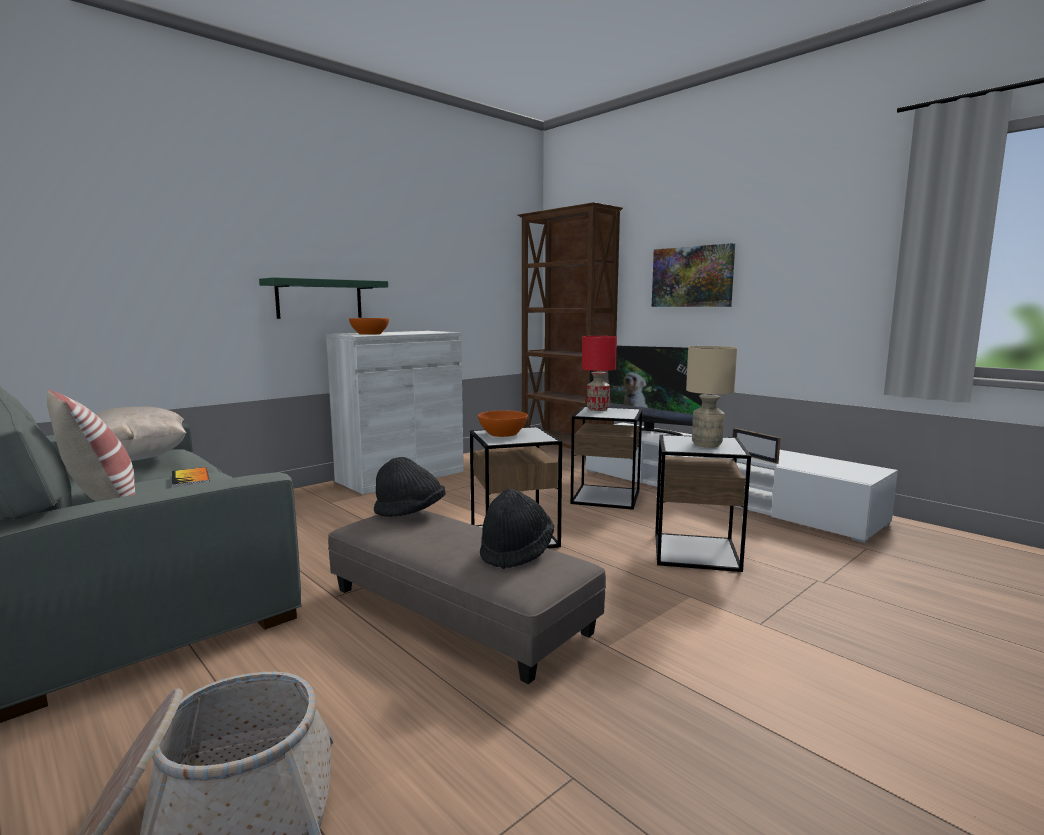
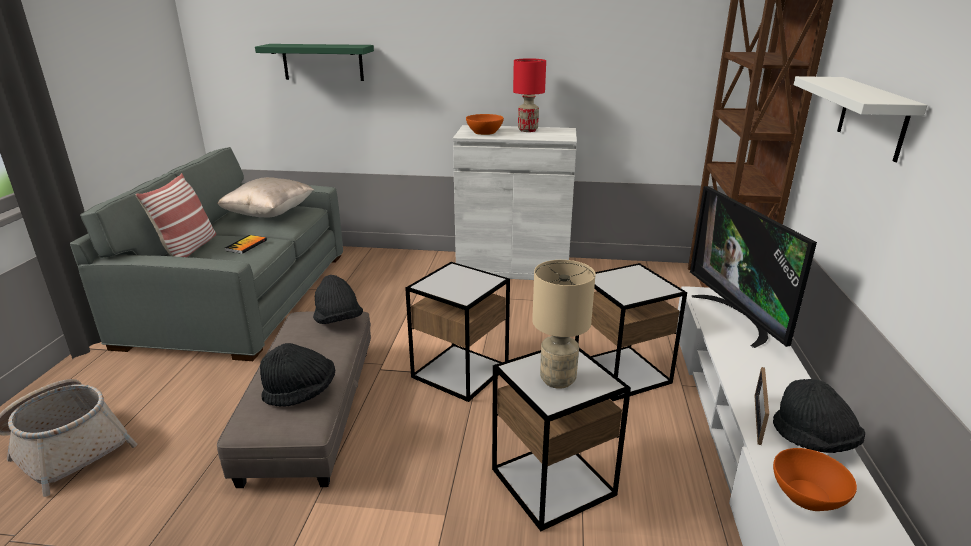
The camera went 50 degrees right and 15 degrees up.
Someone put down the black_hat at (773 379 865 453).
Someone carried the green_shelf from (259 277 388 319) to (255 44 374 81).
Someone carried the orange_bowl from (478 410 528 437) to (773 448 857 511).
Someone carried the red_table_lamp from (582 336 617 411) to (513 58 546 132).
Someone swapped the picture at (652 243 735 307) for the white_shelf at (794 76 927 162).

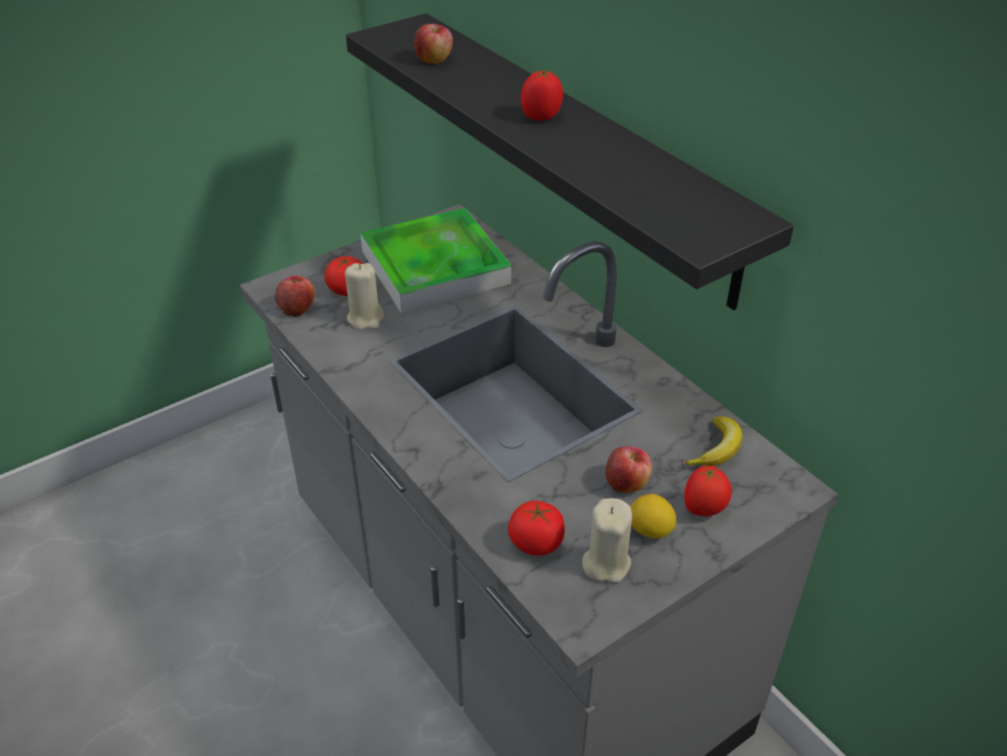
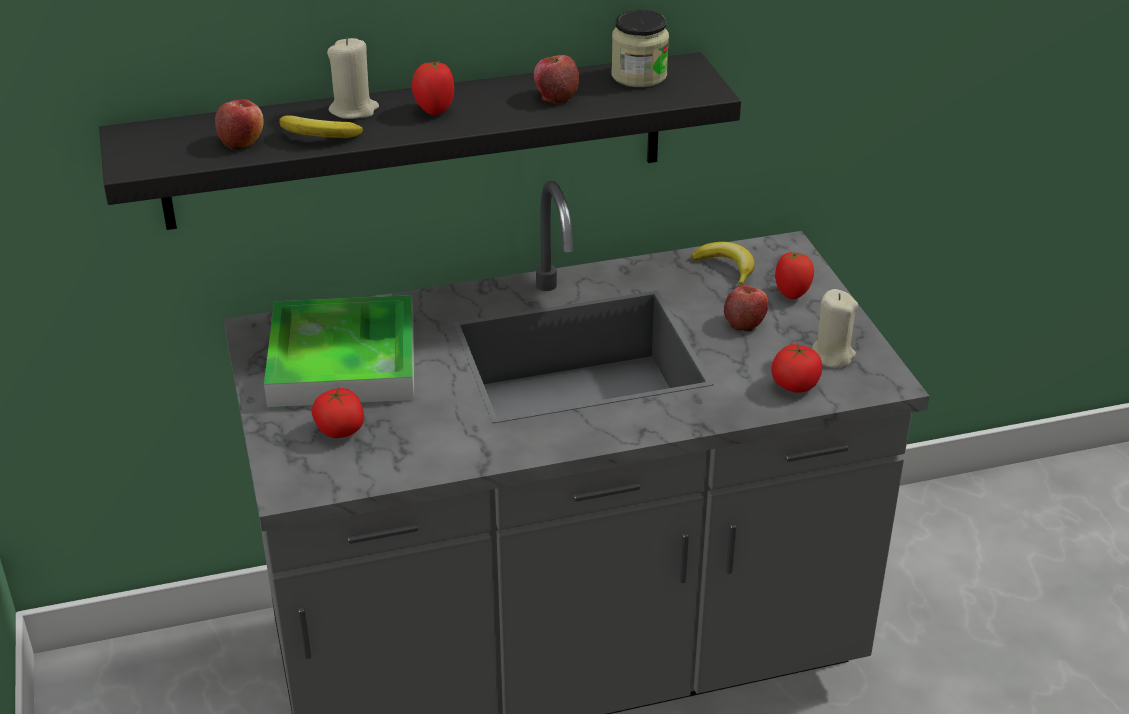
The camera went 70 degrees left and 5 degrees down.
Someone took away the lemon at (631 494 676 539).
Someone put down the banana at (279 115 363 138).
Someone put down the jar at (611 10 669 87).
Someone carried the apple from (275 276 315 317) to (534 55 579 104).
Someone carried the beige_candle from (345 263 384 330) to (327 38 379 119).

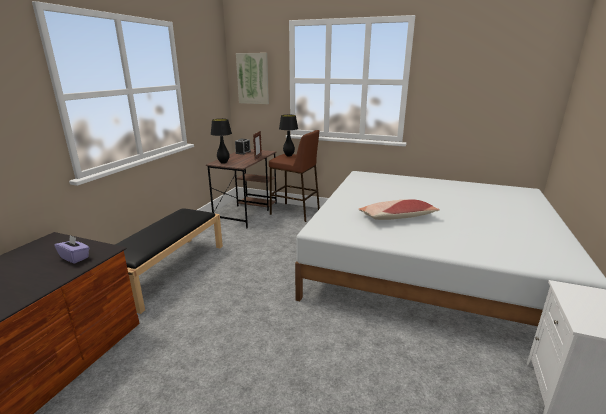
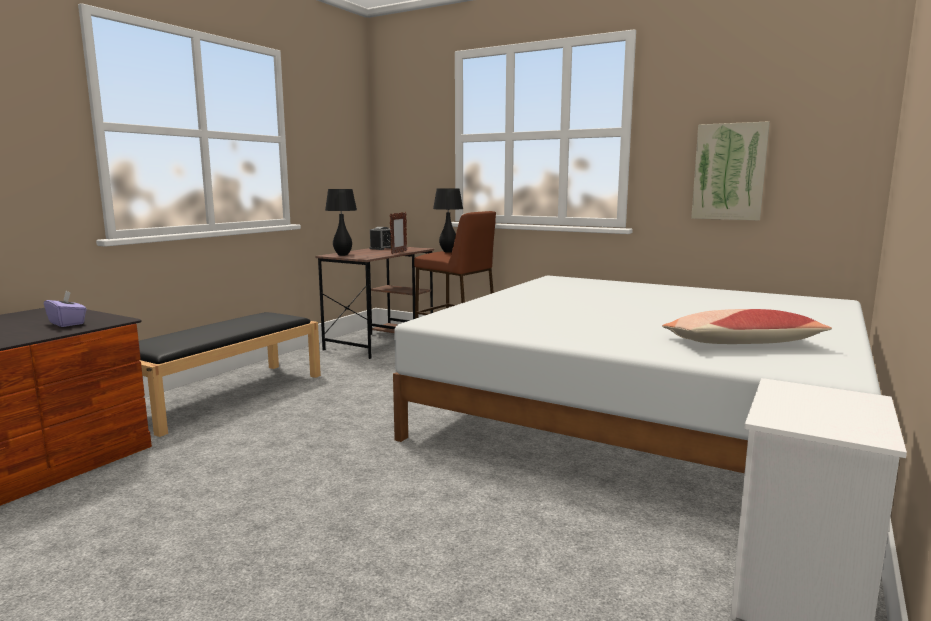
The camera went 10 degrees right and 10 degrees down.
Someone carried the picture from (236 53 269 104) to (691 121 770 221).
Someone carried the pillow from (358 199 440 220) to (662 309 832 344).

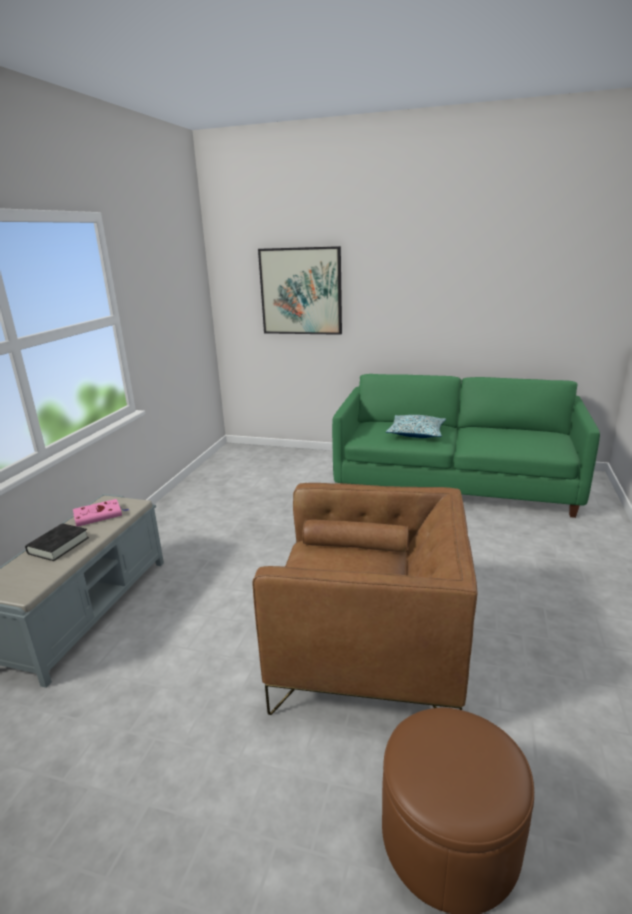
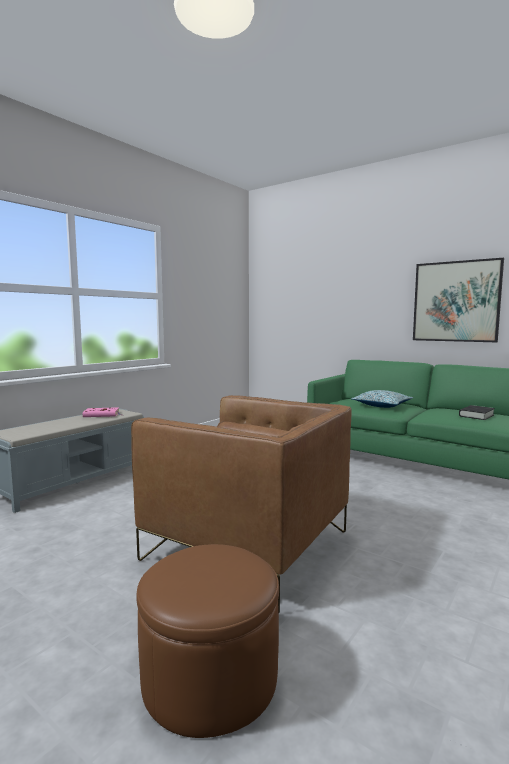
The camera went 20 degrees right and 15 degrees down.
Someone carried the black_book from (25 523 89 561) to (459 405 495 420).
Someone carried the picture from (258 246 342 335) to (413 258 504 342).

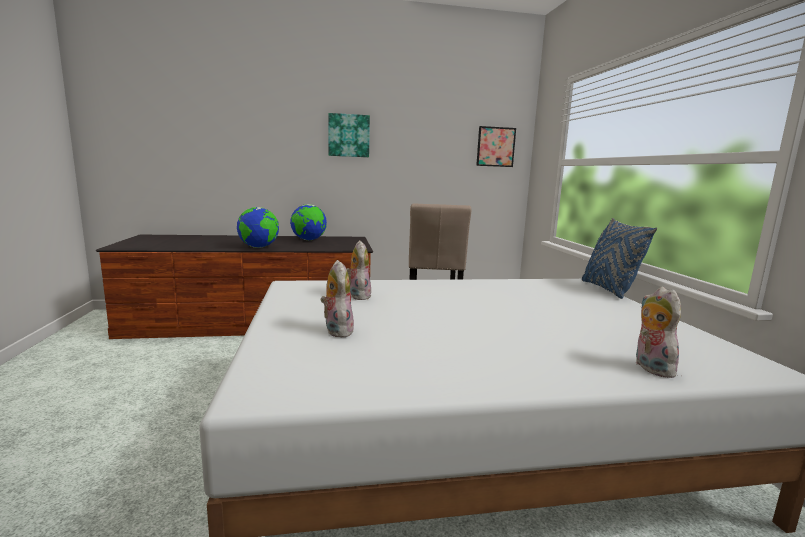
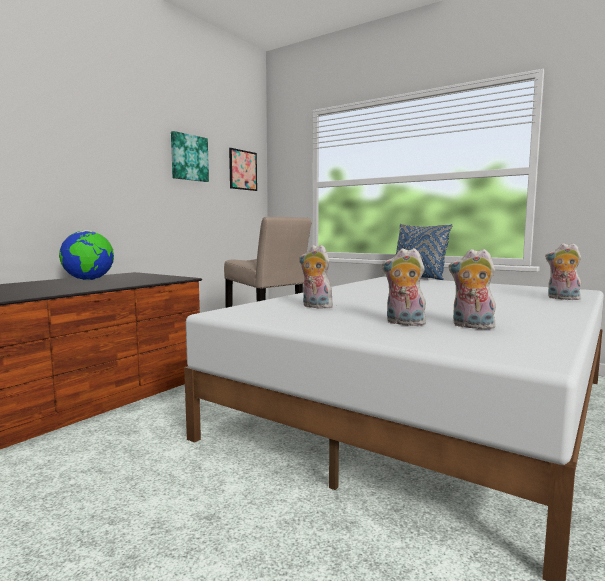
The camera went 45 degrees left and 5 degrees down.
Someone took away the globe at (237 207 279 248).
Someone put down the plush_toy at (449 249 496 329).
Someone carried the picture from (328 113 370 157) to (171 131 209 182).

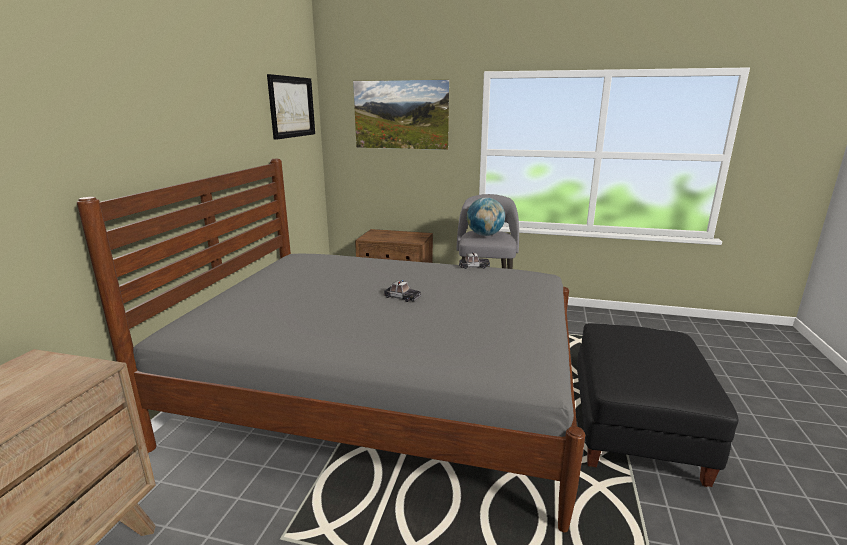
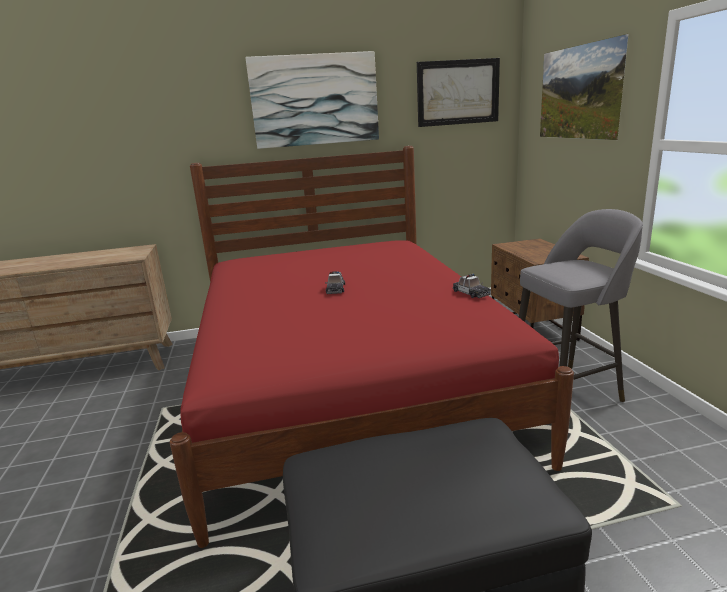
The camera went 65 degrees right and 0 degrees up.
Someone took away the globe at (467 198 505 236).
Someone put up the picture at (245 51 379 149).
Someone repainted the grey_bed at (77 159 585 533), which became the red_bed at (170 146 574 548).

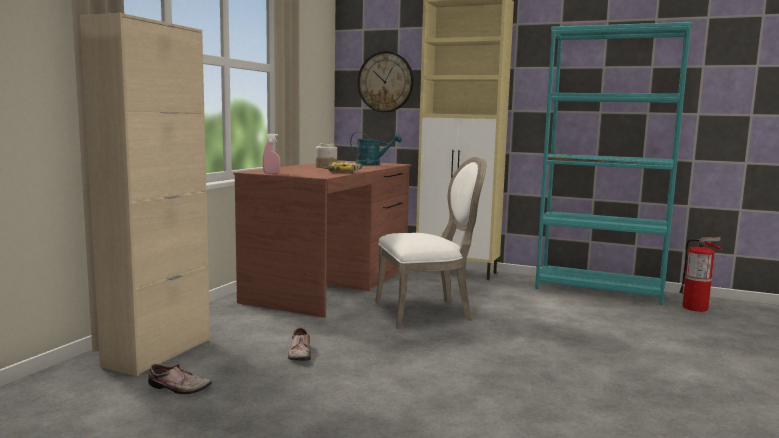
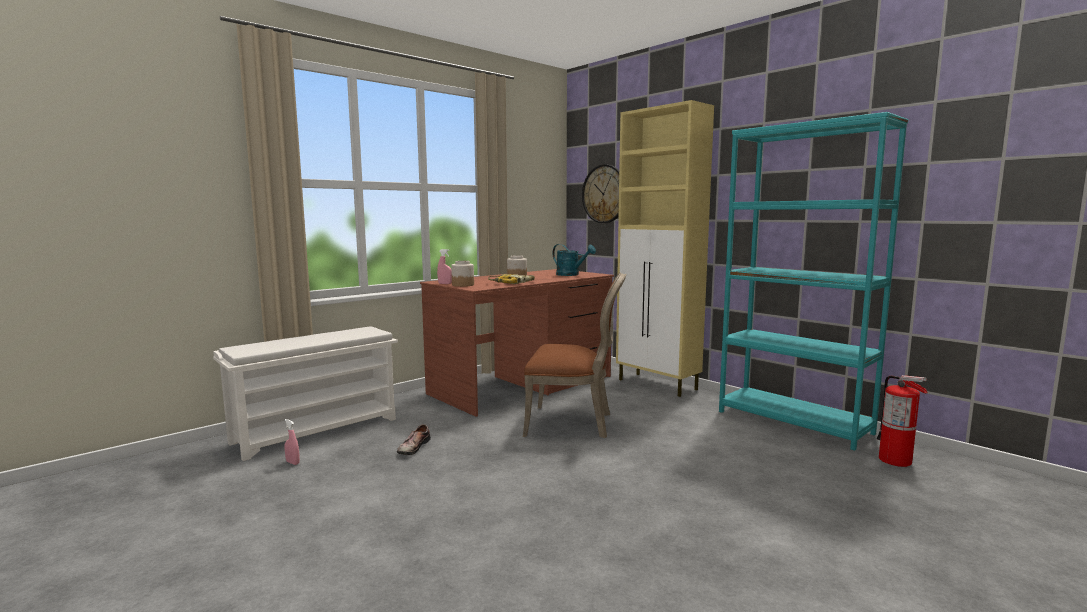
The camera went 25 degrees right and 0 degrees up.
Someone put down the jar at (451 261 474 287).
Someone swapped the beige_cabinet at (80 13 210 376) for the white_shoe_rack at (213 326 398 461).
Someone swapped the shoe at (148 364 212 394) for the pink_spray_bottle at (284 419 300 465).
Someone repainted the white_chair at (375 157 486 329), which became the brown_chair at (523 272 626 438).

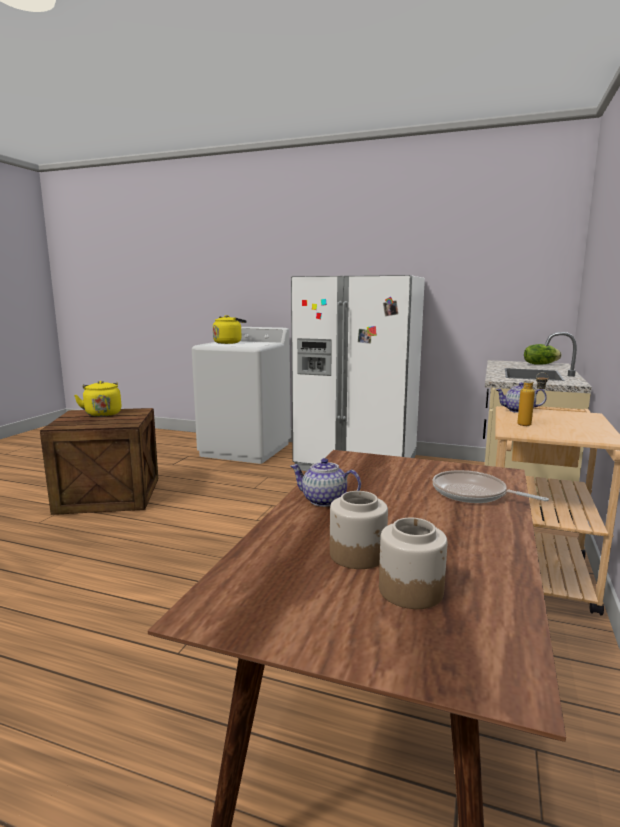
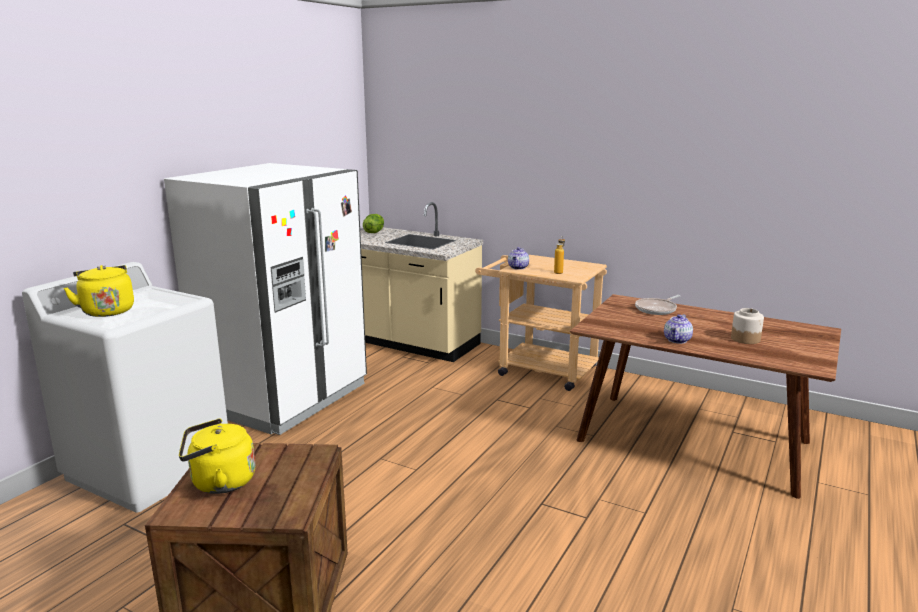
The camera went 80 degrees left and 5 degrees up.
Someone took away the jar at (379 518 447 609).

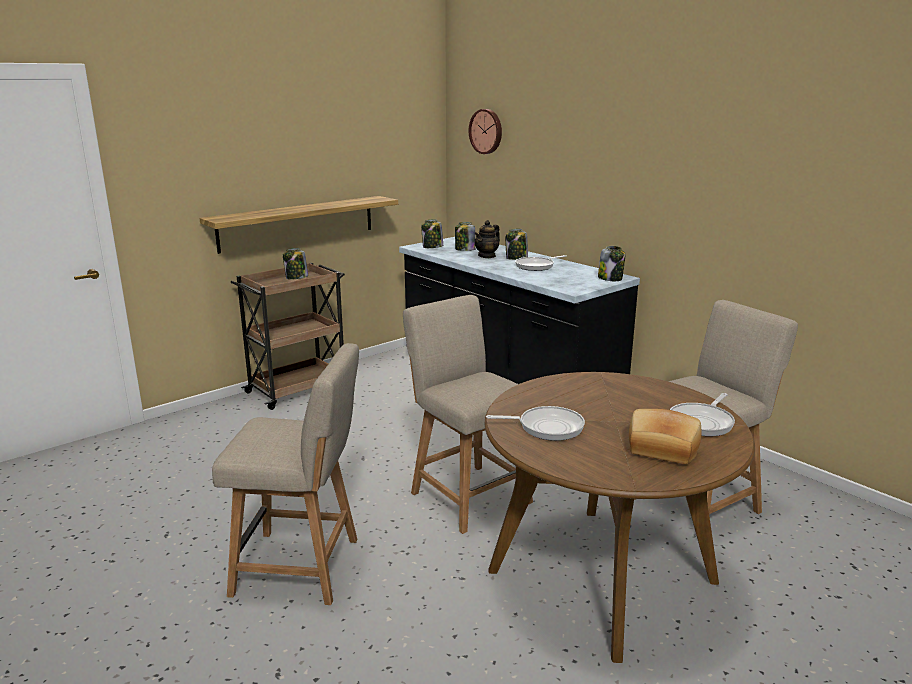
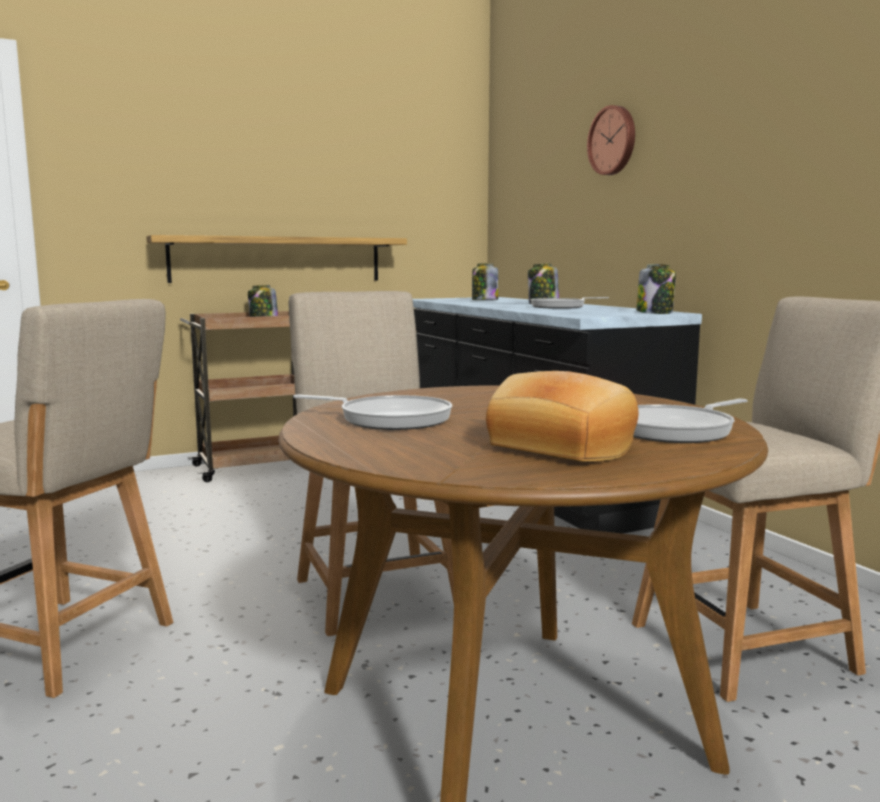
The camera went 15 degrees right and 10 degrees down.
Someone took away the jar at (421 219 443 248).
Someone took away the teapot at (474 220 500 258).
Someone carried the wall_clock from (469 109 502 154) to (587 105 635 175).

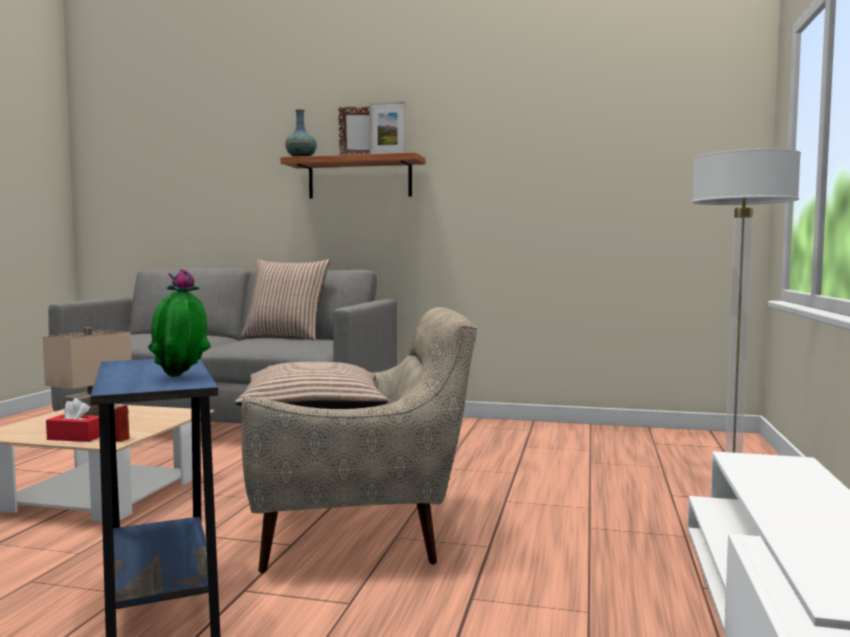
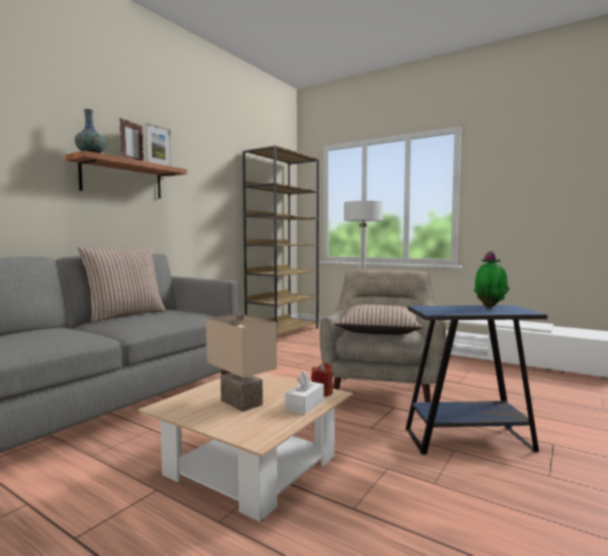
The camera went 70 degrees left and 0 degrees up.
Someone put down the brown_bookcase at (243 145 319 335).
Someone repainted the red_tissue_box at (46 398 100 442), which became the white_tissue_box at (285 371 324 415).

